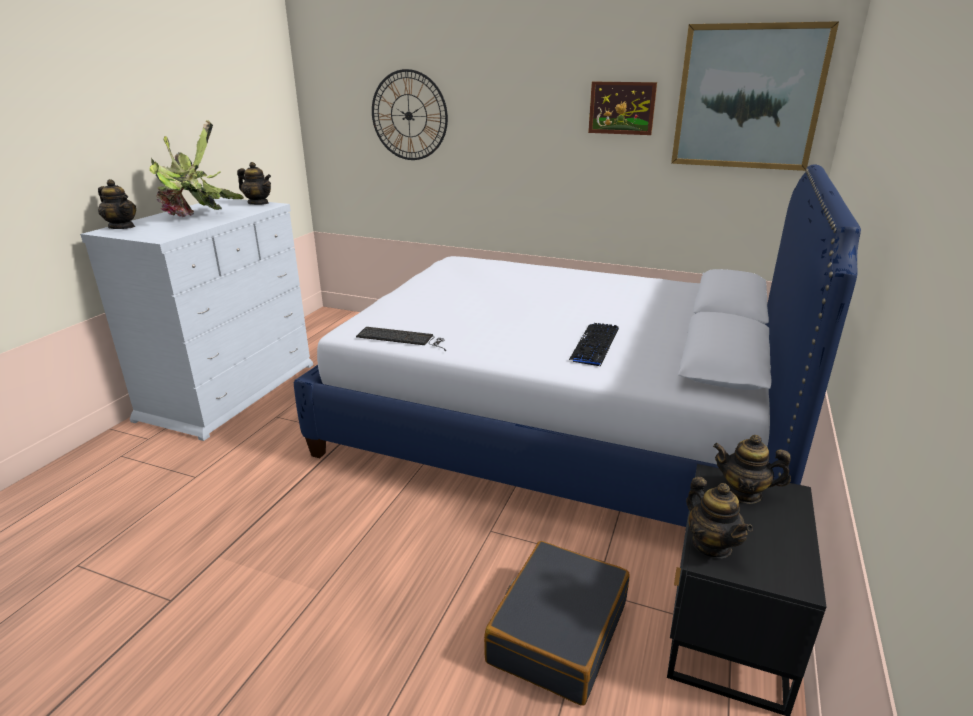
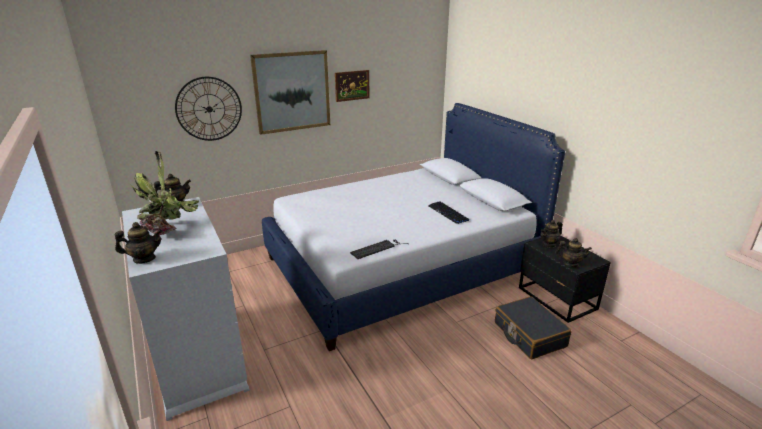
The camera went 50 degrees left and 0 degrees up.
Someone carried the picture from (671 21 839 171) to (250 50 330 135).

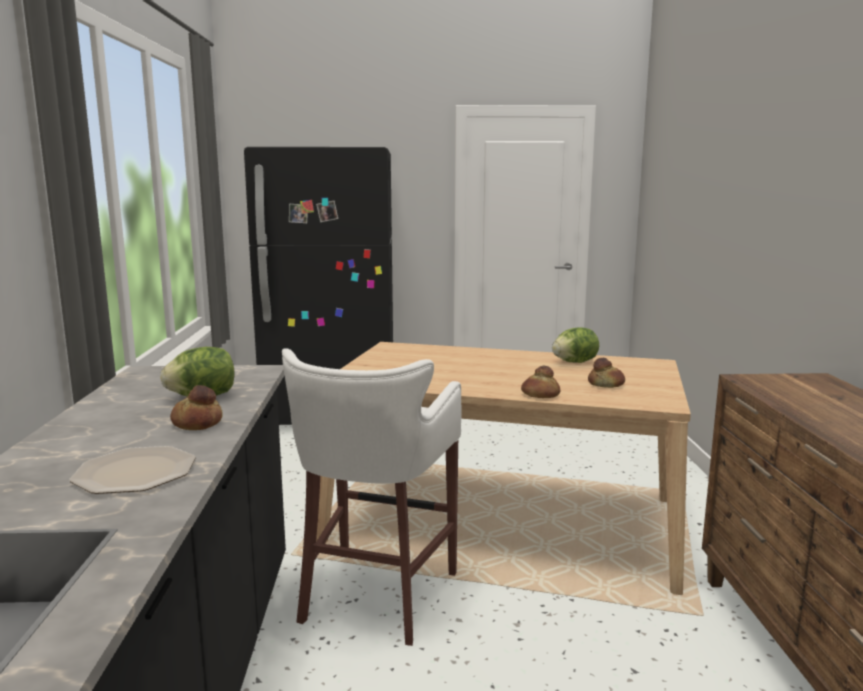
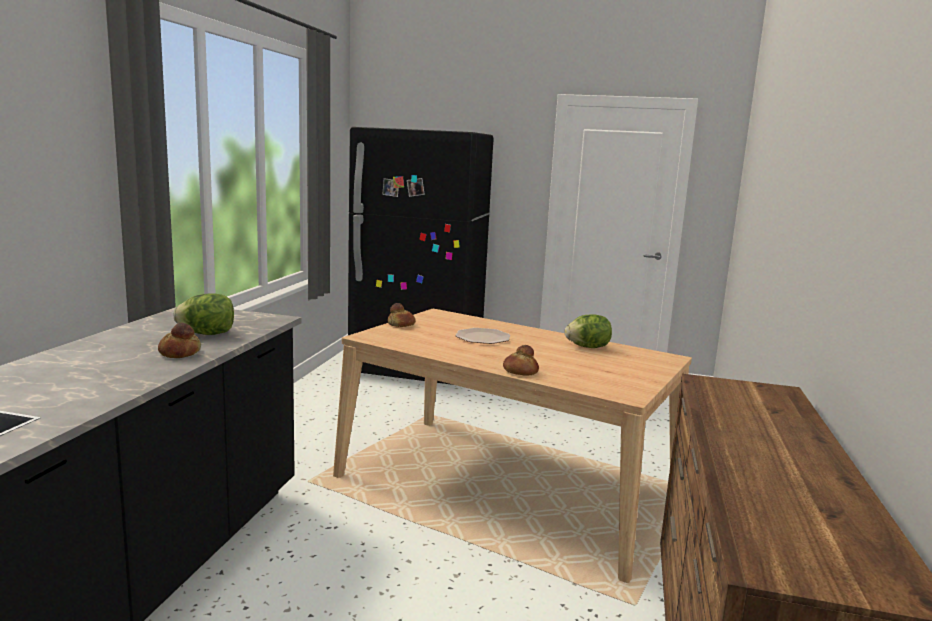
The camera went 15 degrees right and 0 degrees up.
Someone took away the white_stool at (282 348 462 646).
Someone carried the plate from (69 446 196 494) to (456 328 510 344).
Someone carried the bread from (588 358 625 388) to (387 303 415 327).

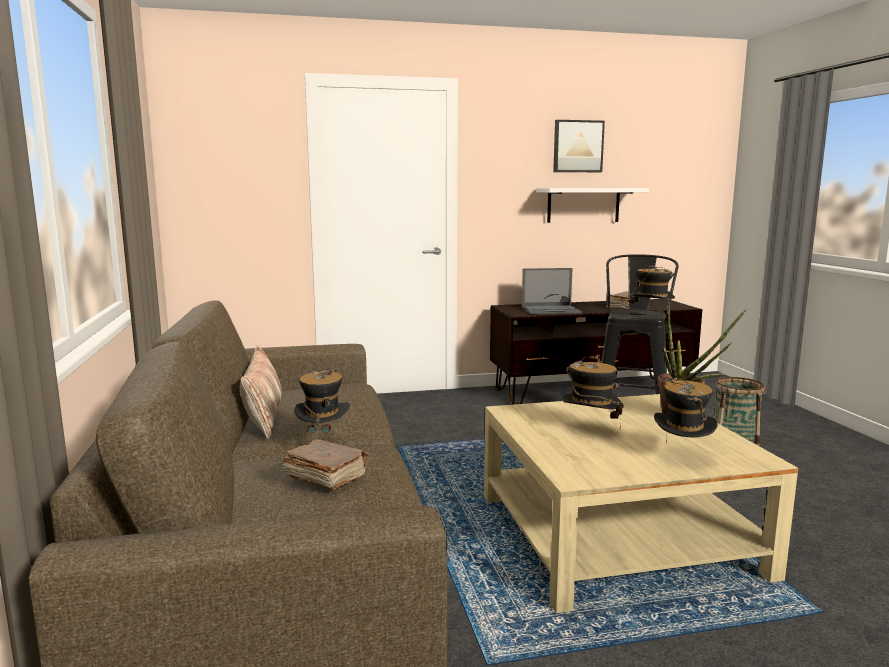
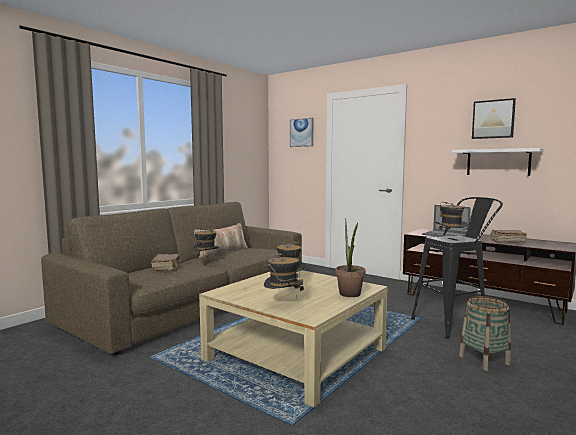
The camera went 50 degrees right and 5 degrees down.
Someone put up the picture at (290 118 313 147).

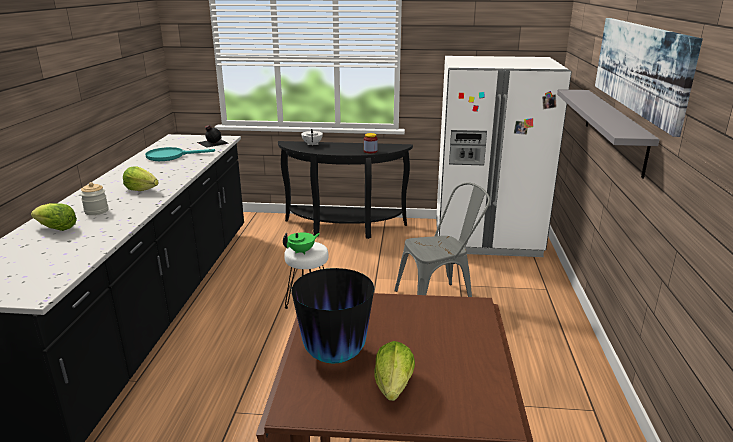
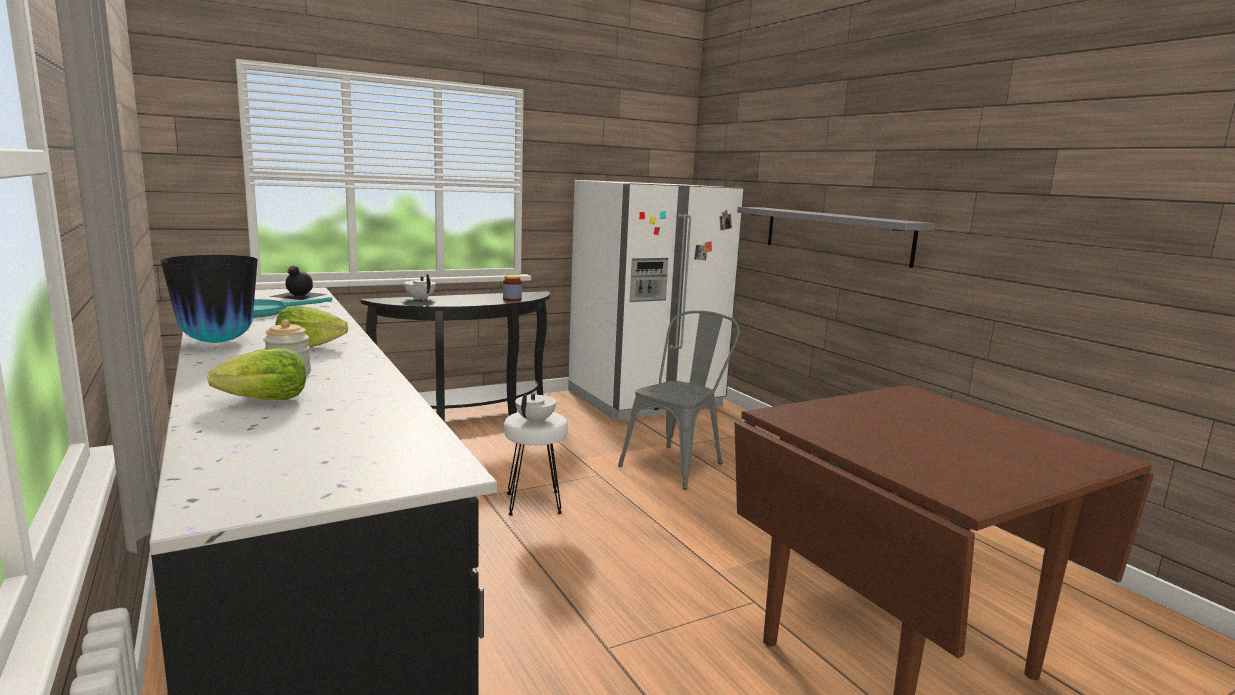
The camera went 35 degrees left and 10 degrees down.
Someone took away the lettuce at (374 341 415 401).
Someone took away the picture at (595 18 703 137).
Someone carried the vase from (292 268 374 364) to (161 255 258 343).
Someone repainted the green_teapot at (283 232 320 254), which became the white_teapot at (515 393 556 424).

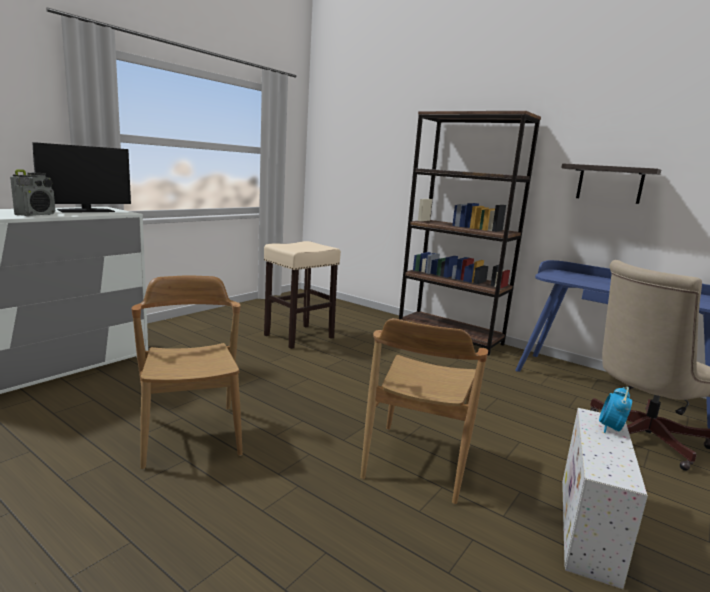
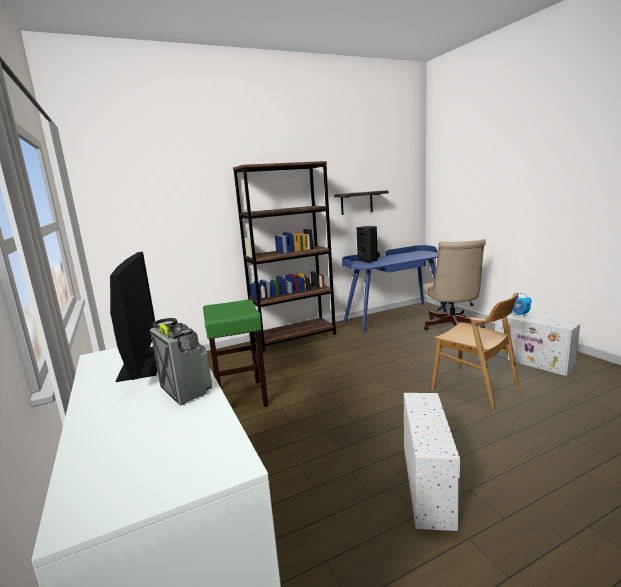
The camera went 60 degrees left and 0 degrees up.
Someone put down the black_speaker at (357 226 378 263).
Someone swapped the brown_chair at (131 276 243 470) for the white_storage_box at (404 393 460 531).
Someone repainted the beige_stool at (264 241 341 349), which became the green_stool at (203 299 268 407).

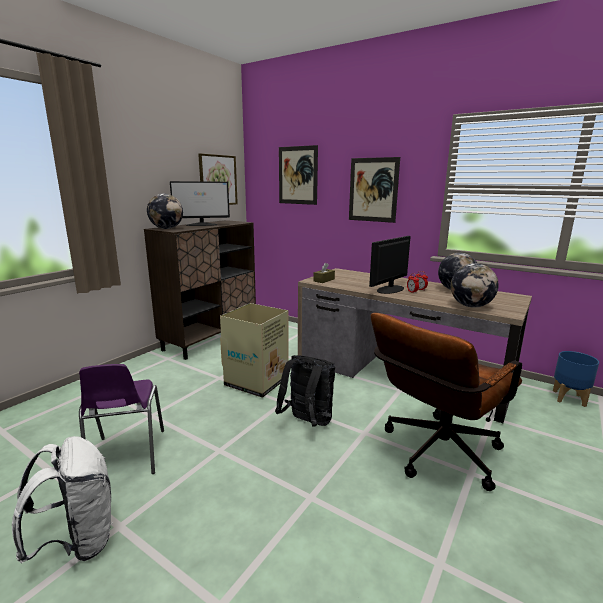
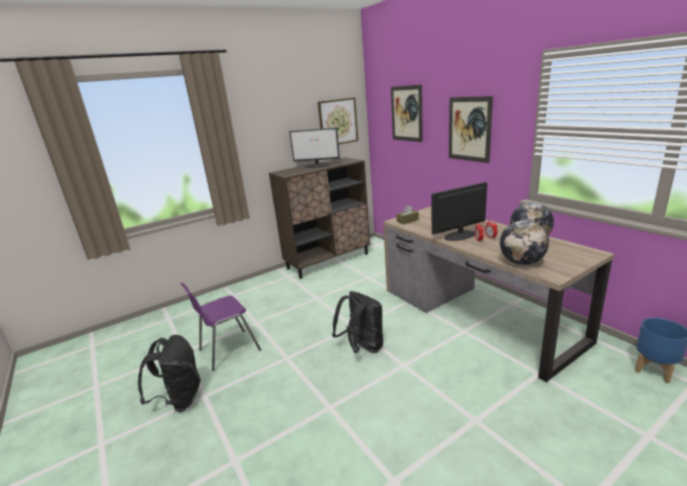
The camera went 25 degrees right and 5 degrees up.
Someone took away the globe at (147 194 183 229).
Someone took away the cardboard_box at (220 303 289 398).
Someone took away the brown_office_chair at (371 313 522 491).
Someone repainted the white_backpack at (12 436 113 563), which became the black_backpack at (138 335 201 412).
Someone rotated the purple_chair at (79 364 164 474) by 45 degrees clockwise.

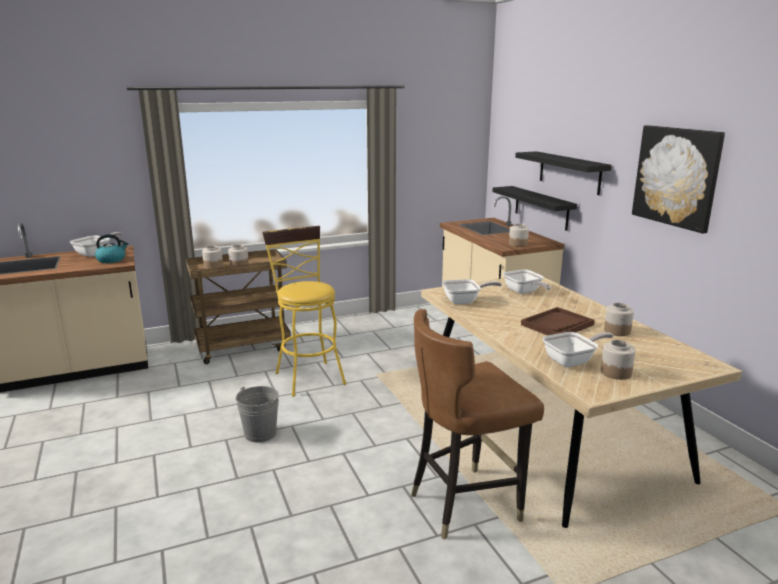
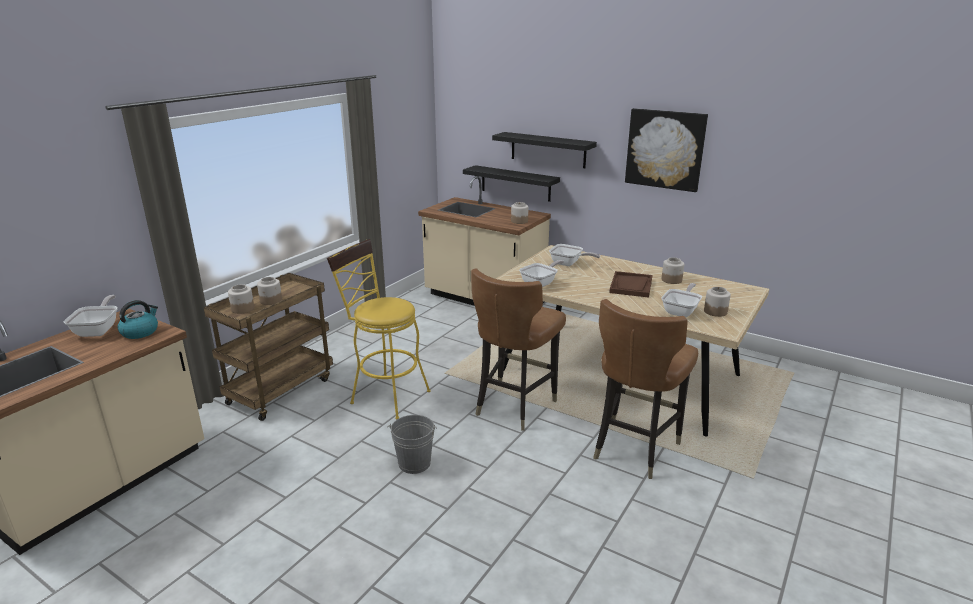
The camera went 35 degrees left and 5 degrees up.
Someone put down the brown_chair at (471 268 566 431).

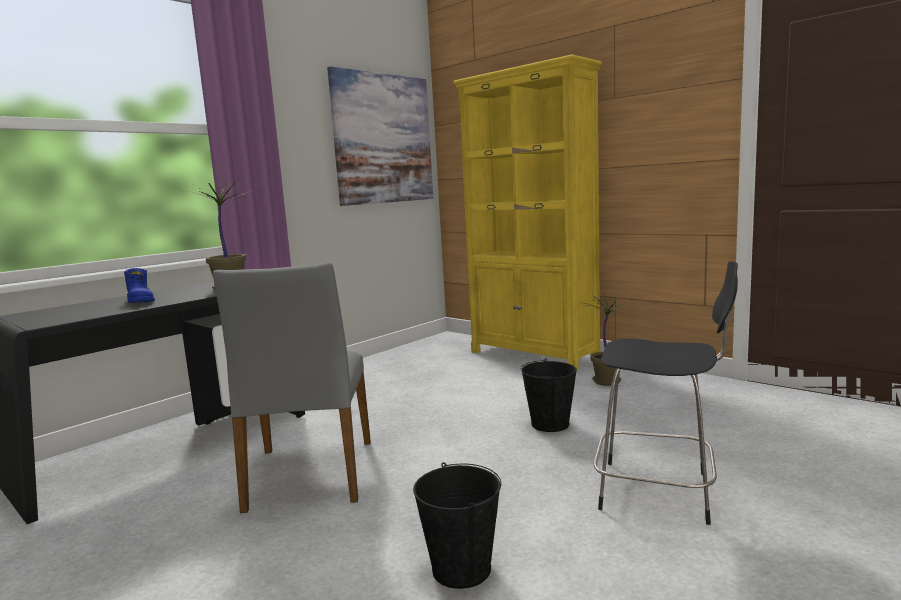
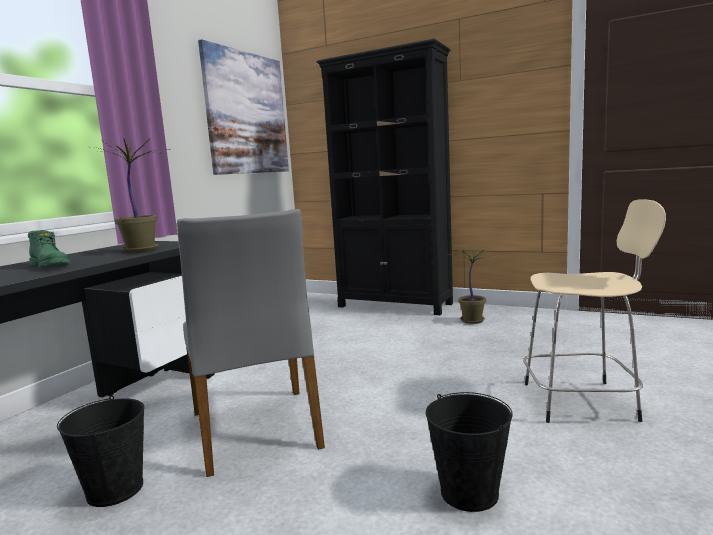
The camera went 15 degrees left and 0 degrees up.
Someone carried the black_bucket from (521 358 577 432) to (57 395 144 507).
Someone repainted the blue_boot at (124 268 155 303), which became the green_boot at (28 230 70 267).
Someone repainted the yellow_bookcase at (453 54 602 371), which became the black_bookcase at (317 39 453 315).
Someone repainted the black_stool at (594 261 738 525), which became the beige_stool at (523 199 666 423).

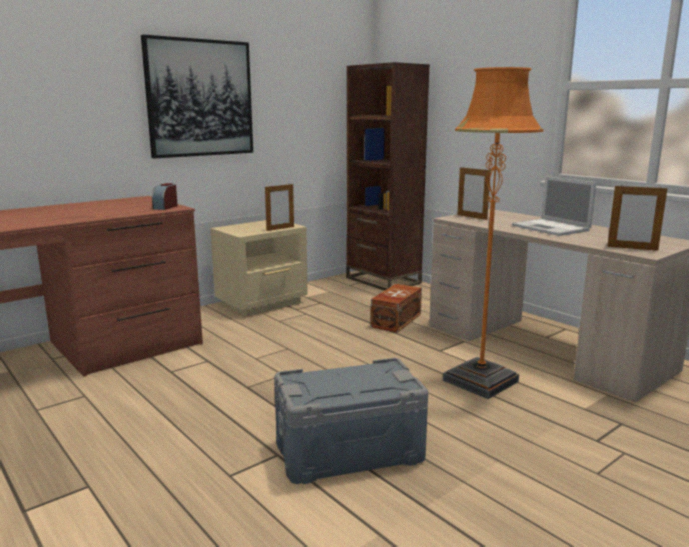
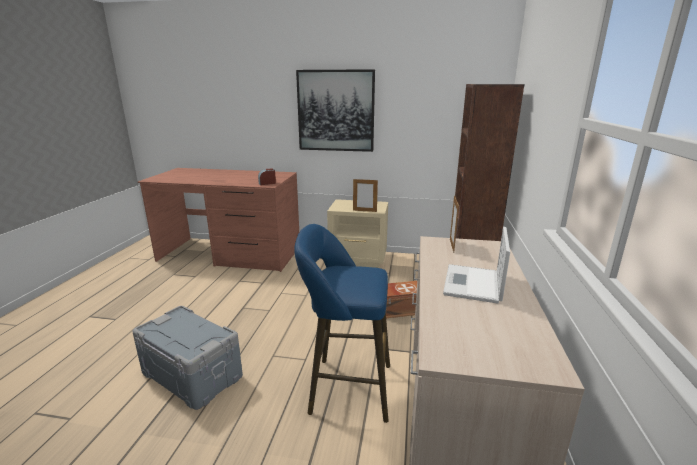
The camera went 50 degrees right and 5 degrees up.
Someone took away the picture_frame at (607 184 668 251).
Someone swapped the orange_floor_lamp at (443 67 543 399) for the blue_stool at (294 224 390 423).

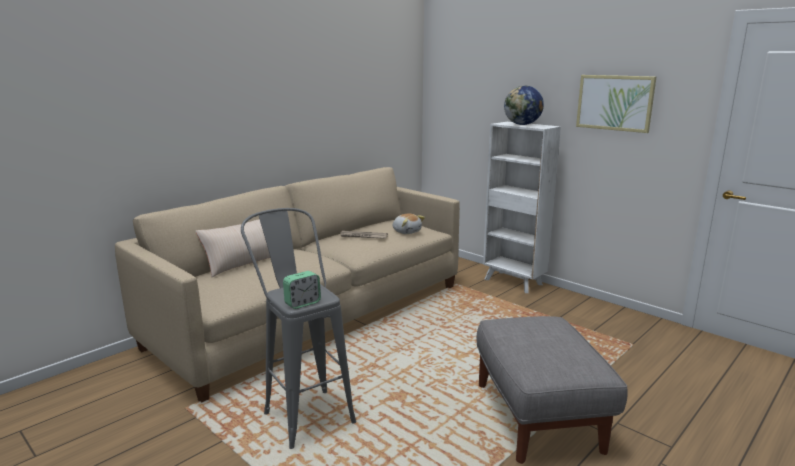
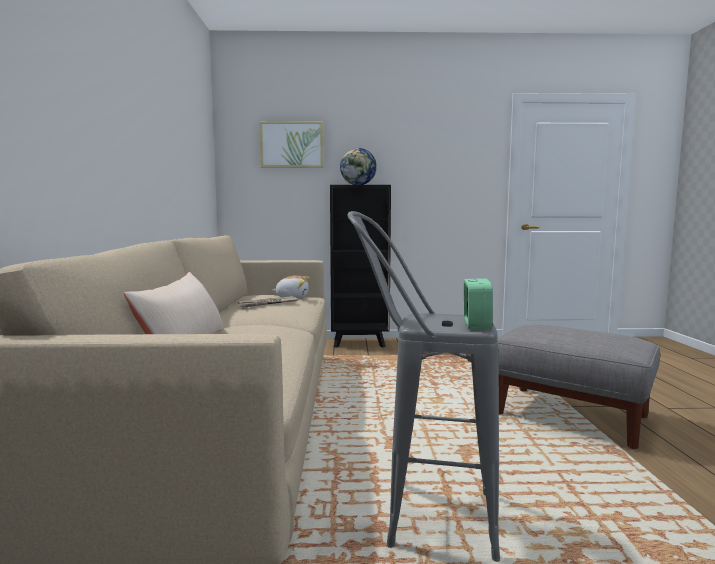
The camera went 45 degrees left and 10 degrees down.
Someone carried the picture from (576 75 656 133) to (259 121 324 168).
Someone repainted the white_bookcase at (483 122 561 293), which became the black_bookcase at (330 185 391 348).

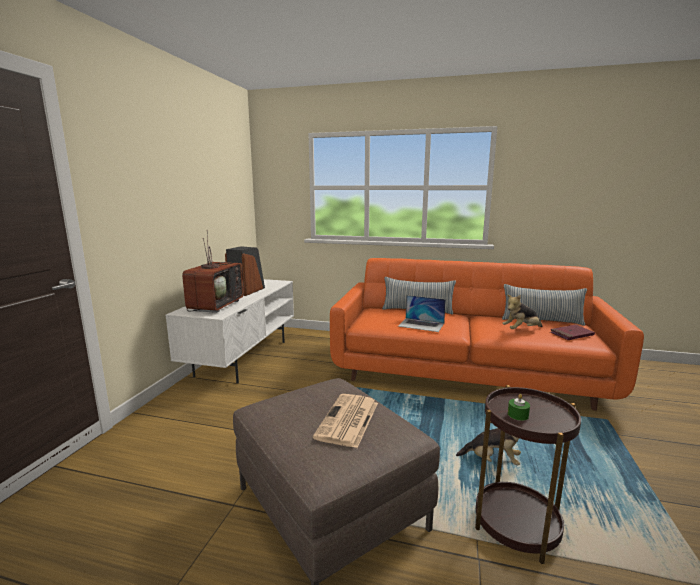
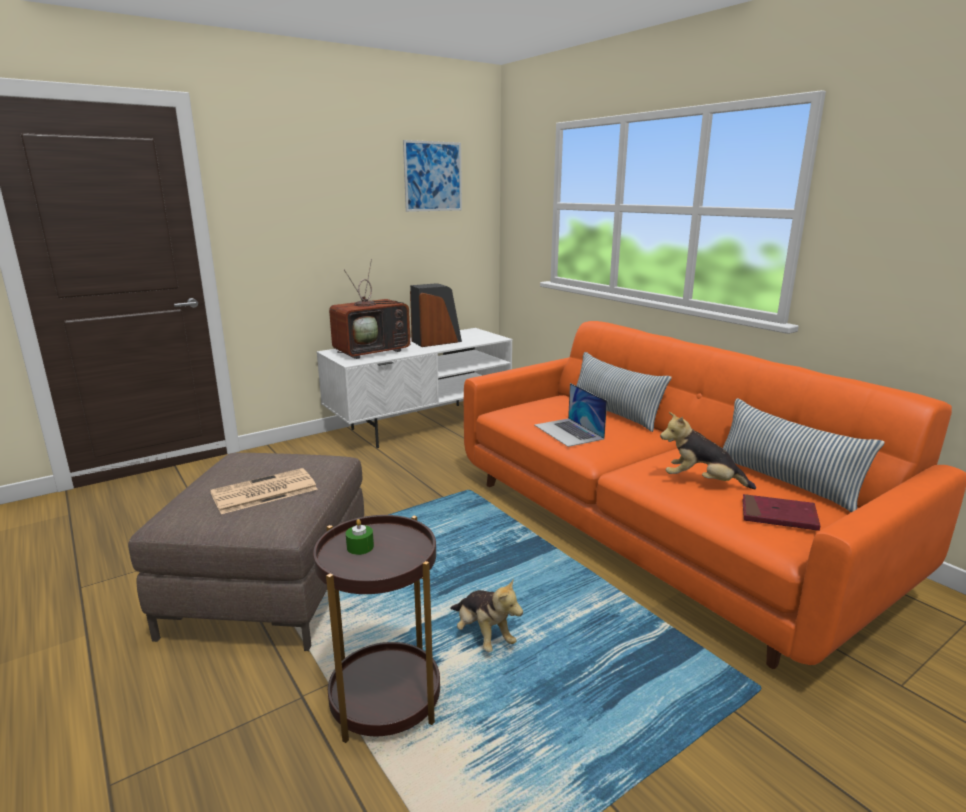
The camera went 40 degrees right and 5 degrees up.
Someone put up the picture at (403 140 462 212).

